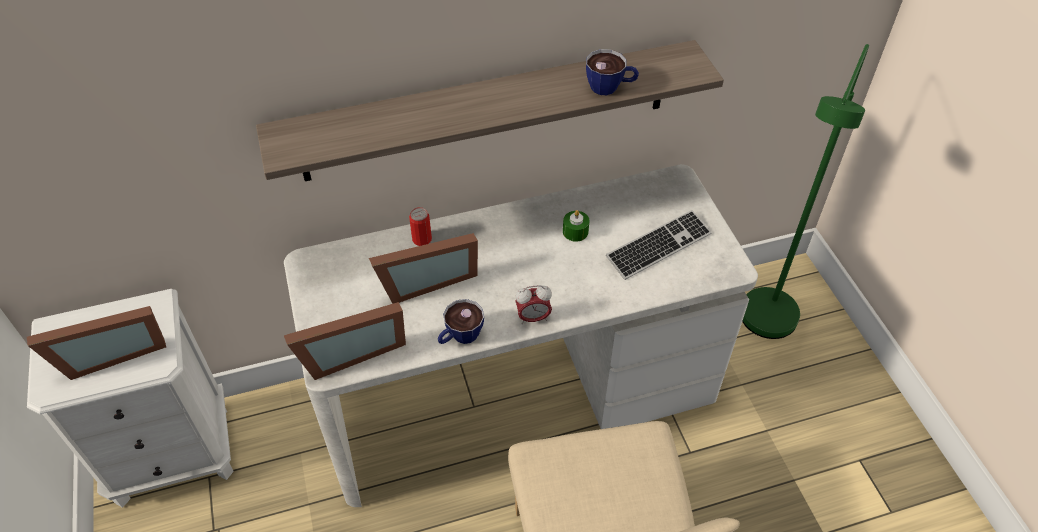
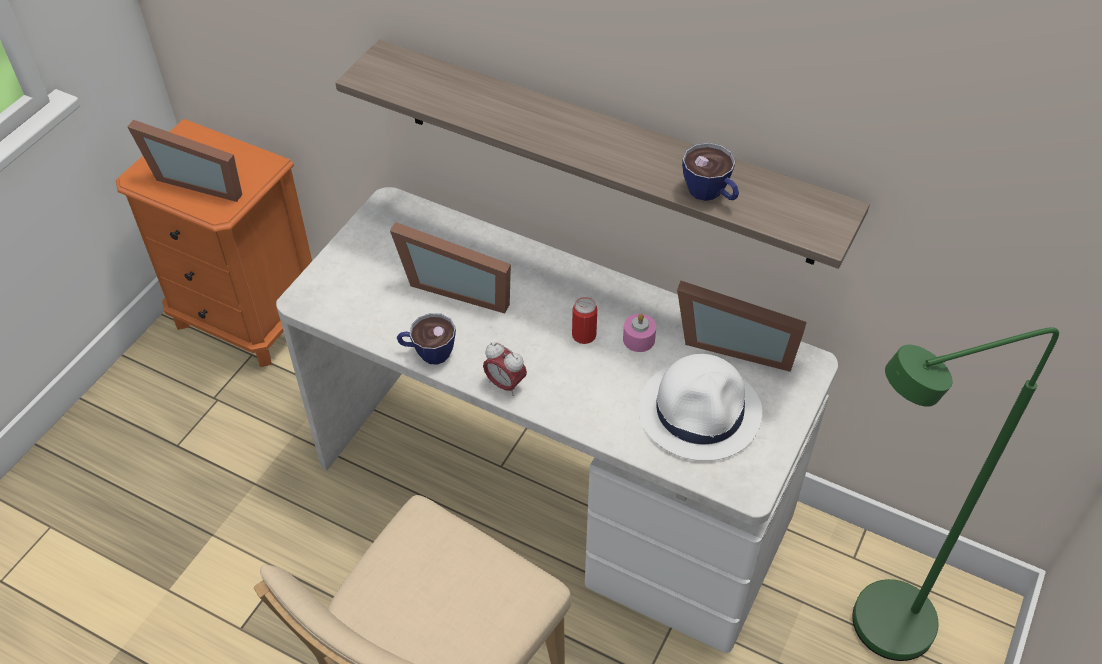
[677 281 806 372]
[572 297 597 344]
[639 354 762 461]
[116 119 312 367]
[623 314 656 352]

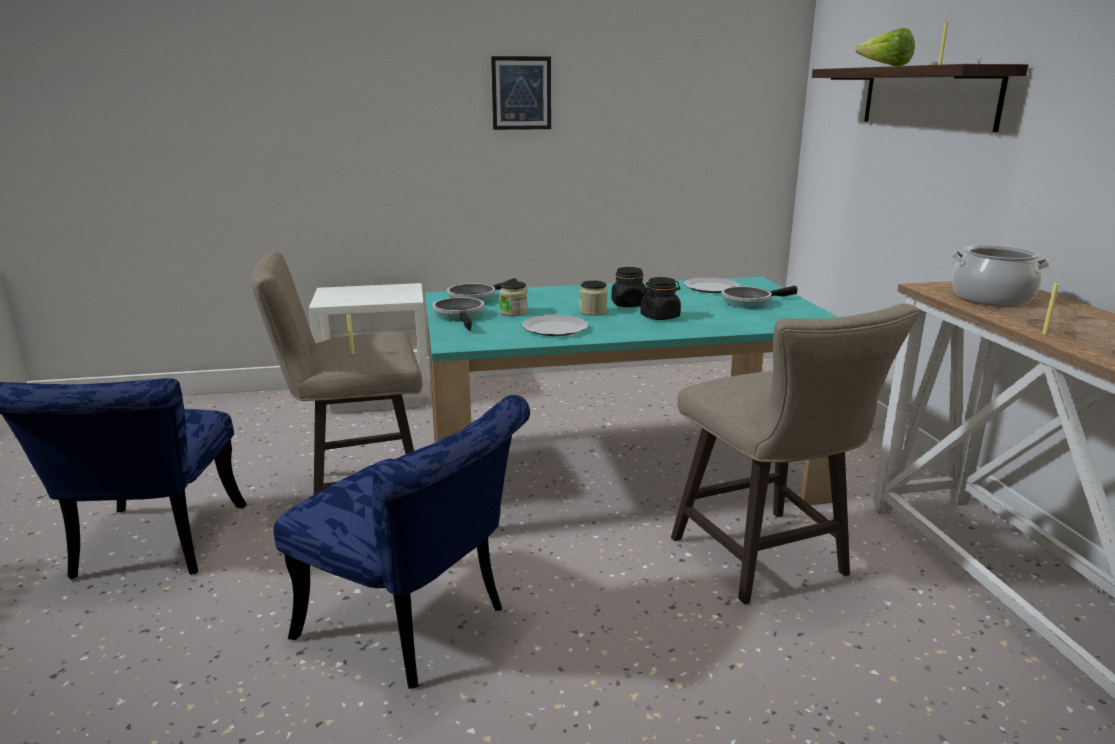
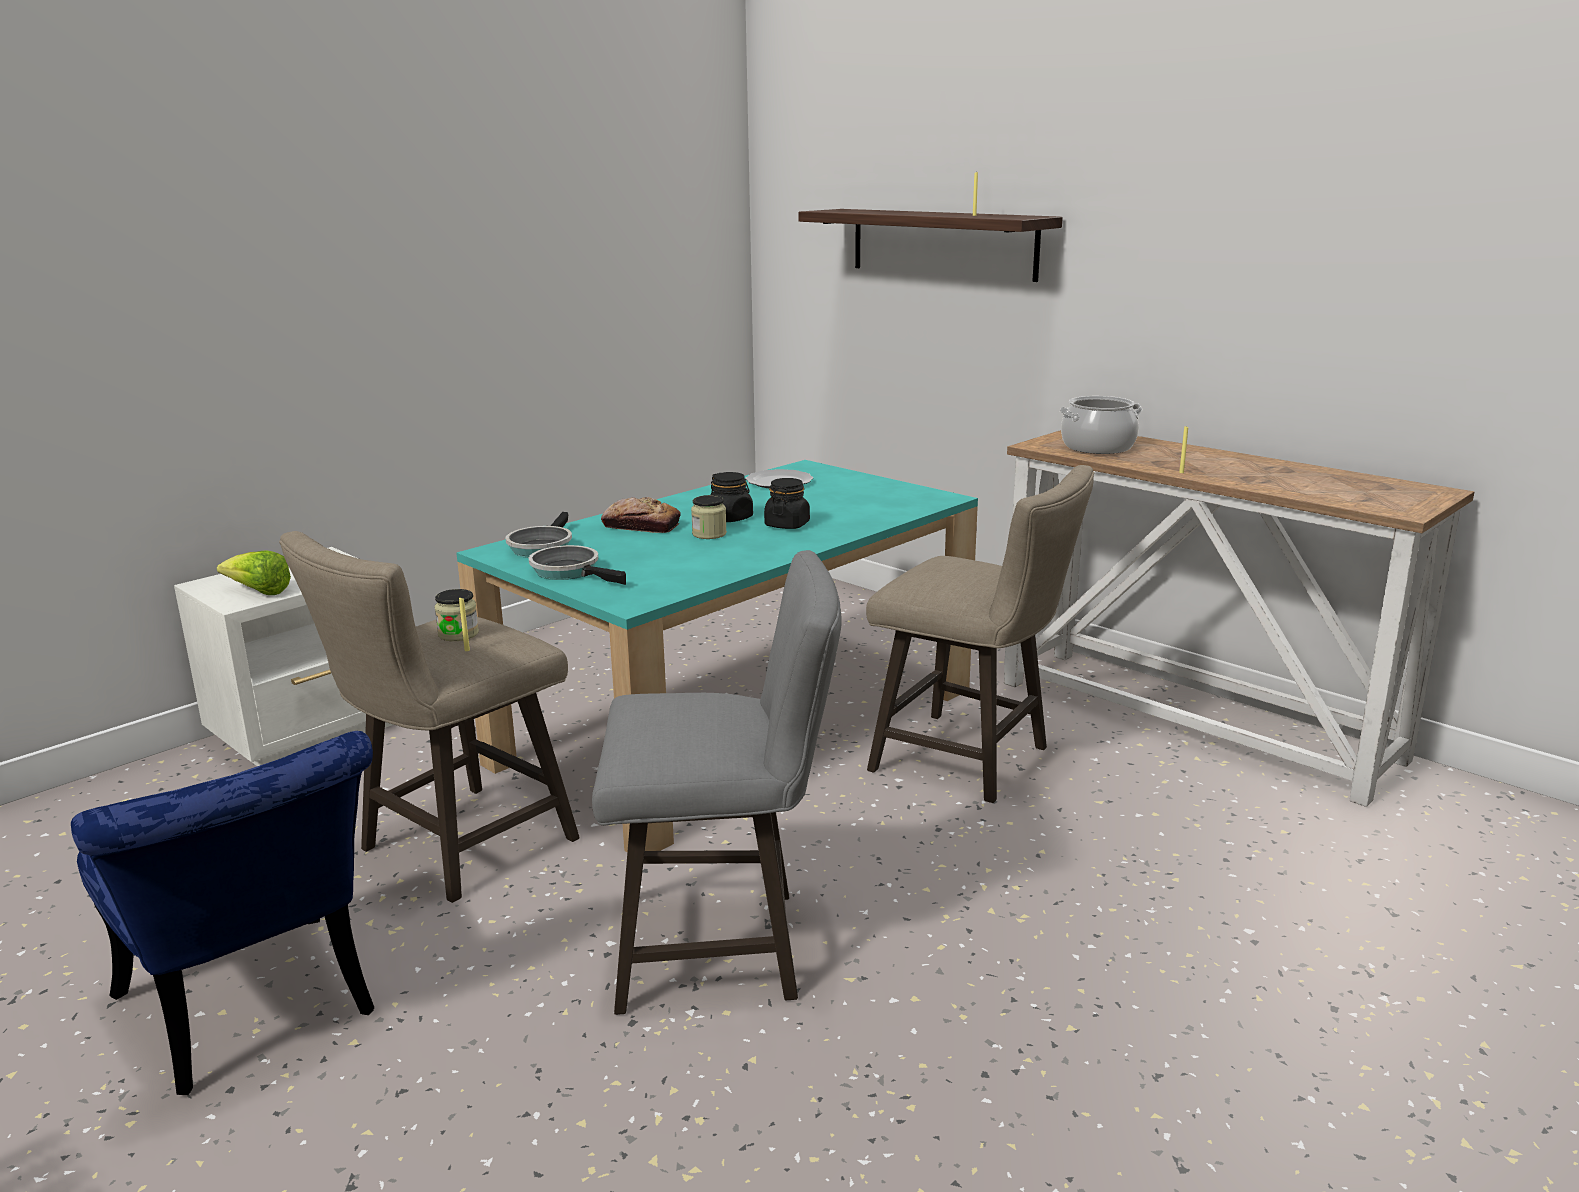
[491 56 551 130] (first image)
[521 315 589 336] (first image)
[721 286 798 309] (first image)
[601 497 681 533]
[434 589 479 641]
[217 550 291 595]
[592 550 842 1015]

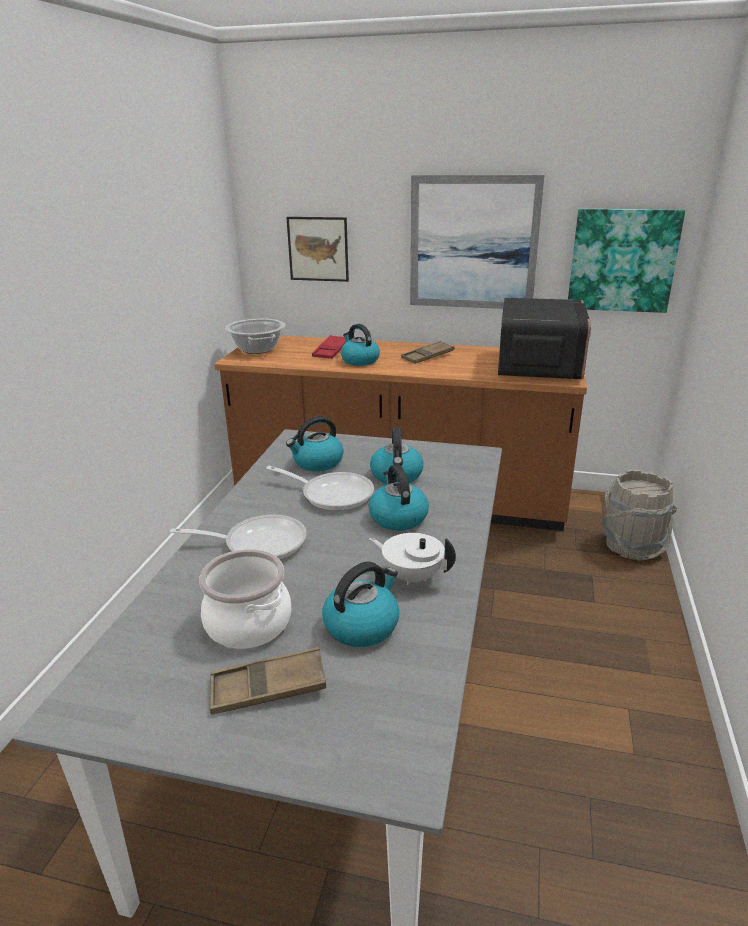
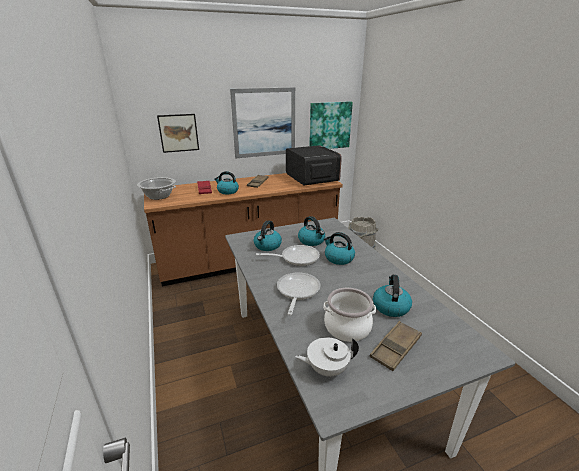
[295 337 359 377]
[277 272 320 315]

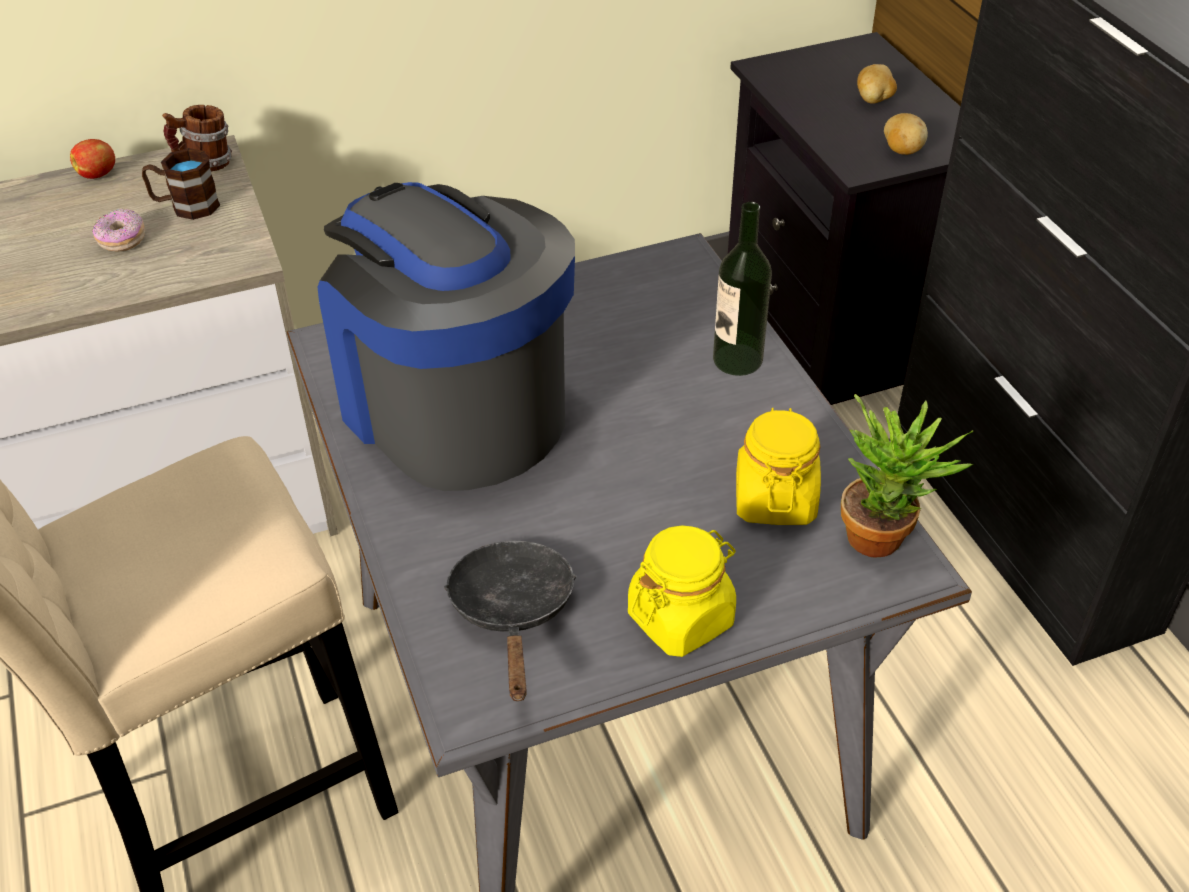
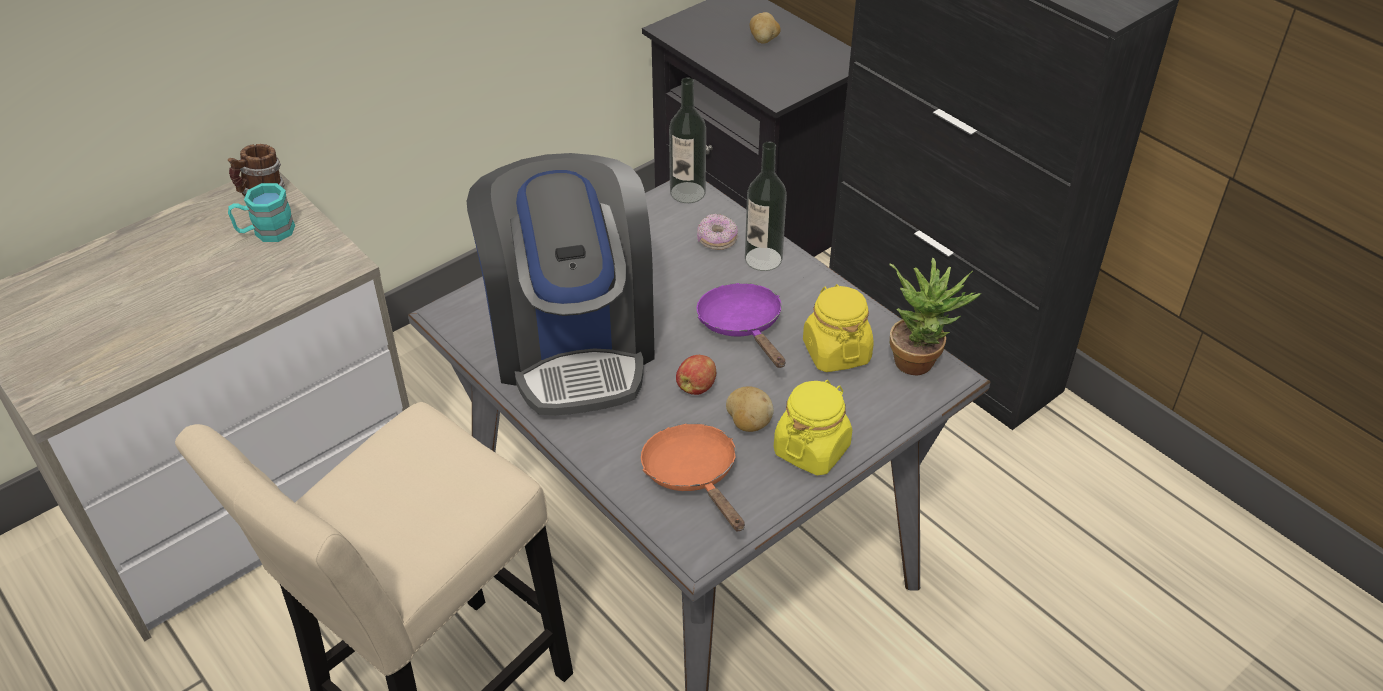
[669 78 706 203]
[696 283 785 368]
[676 355 716 395]
[697 214 738 250]
[726 386 774 432]
[228 183 295 242]
[641 423 745 532]
[467 153 655 415]

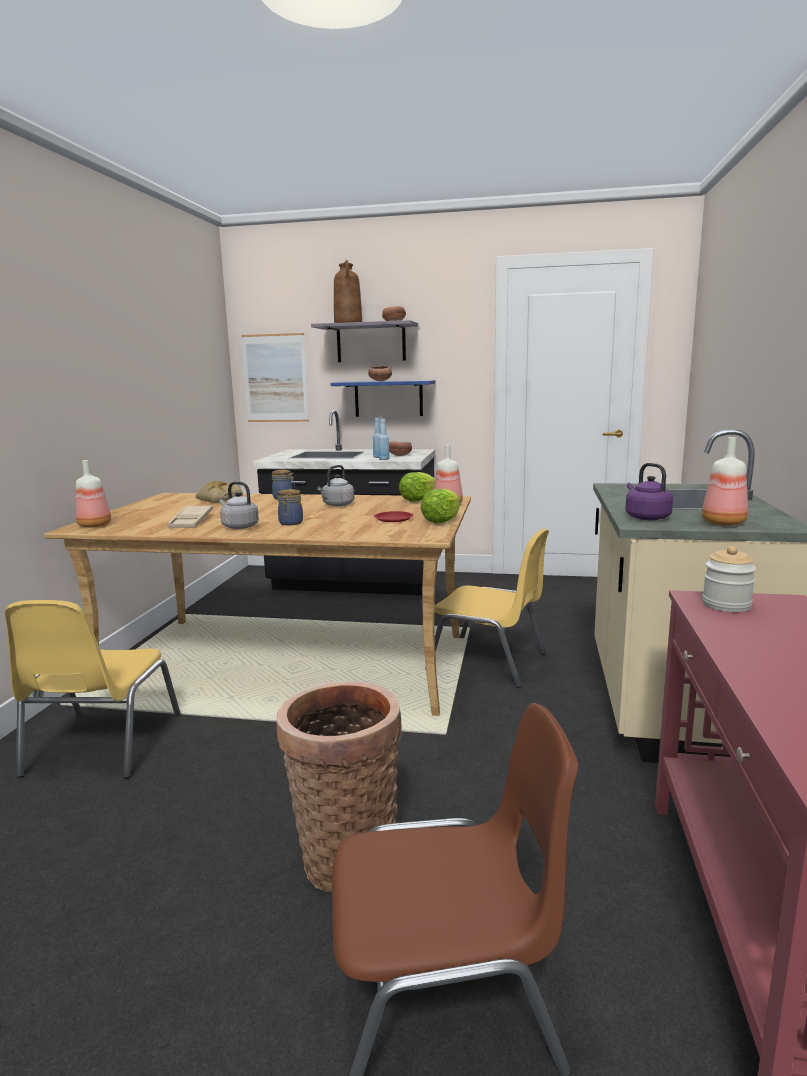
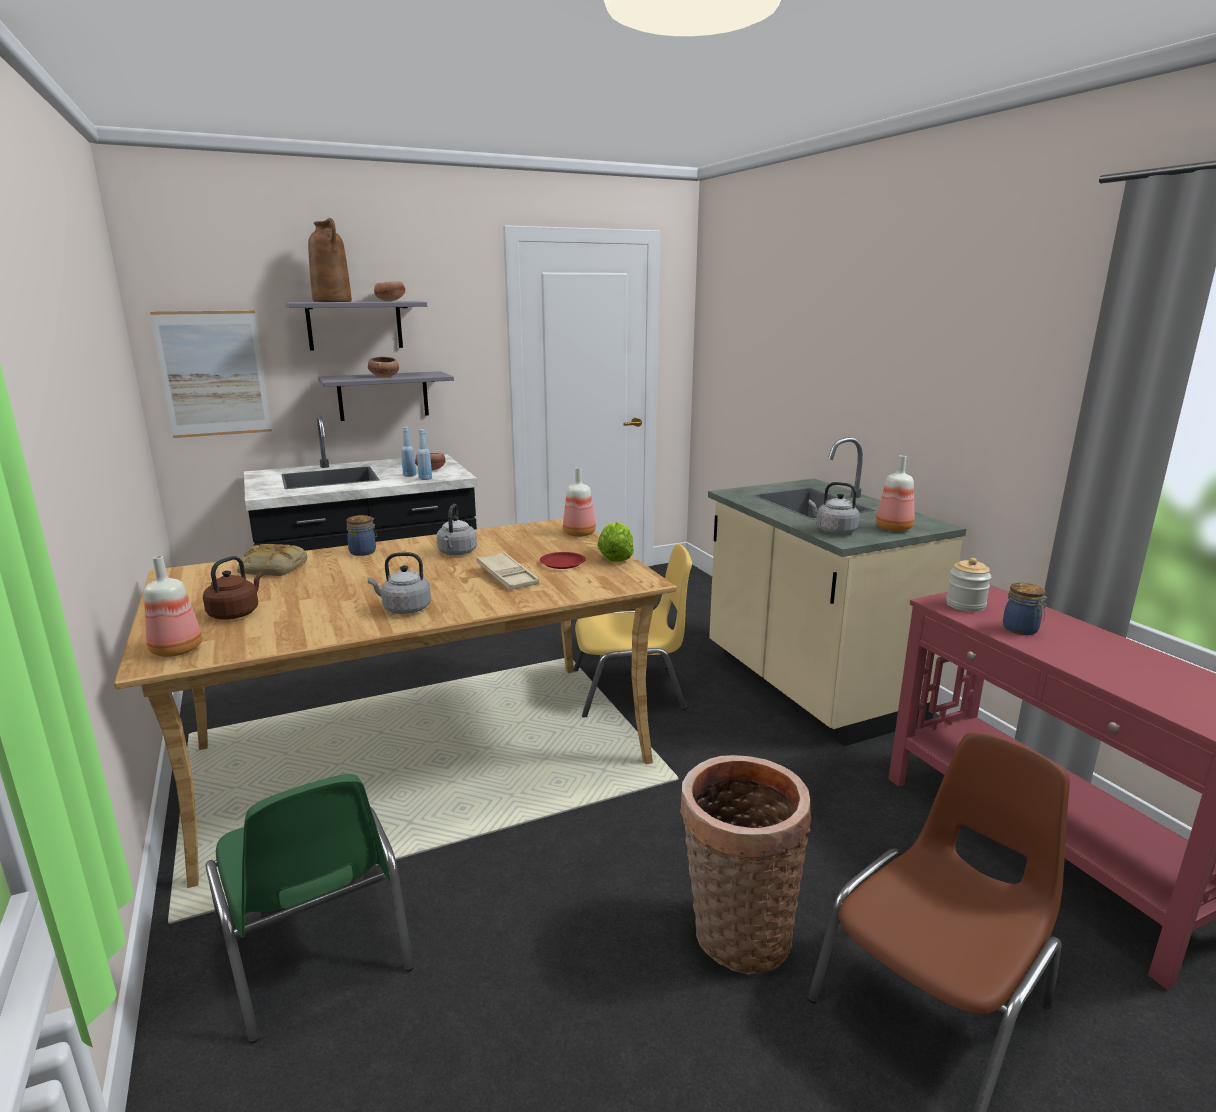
[399 472 435 502] (first image)
[203 556 263 620]
[477 552 539 590]
[1003 583 1047 635]
[205 774 414 1043]
[318 371 454 421]
[809 482 860 535]

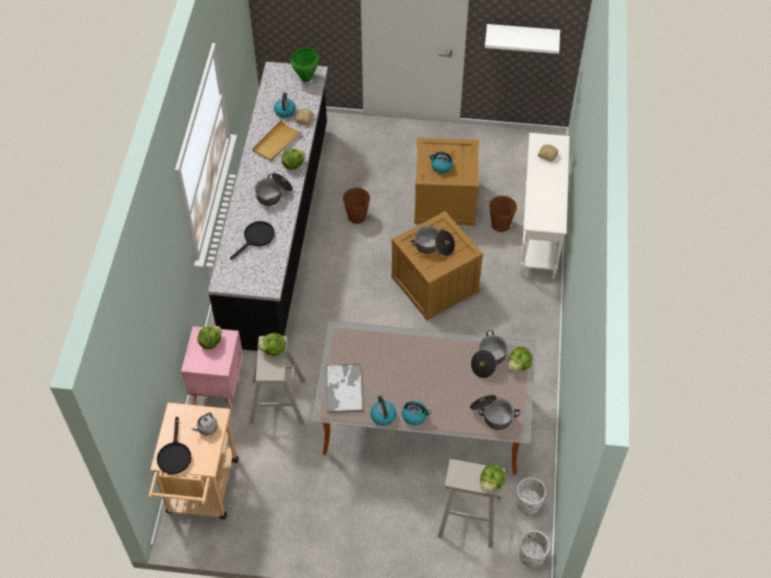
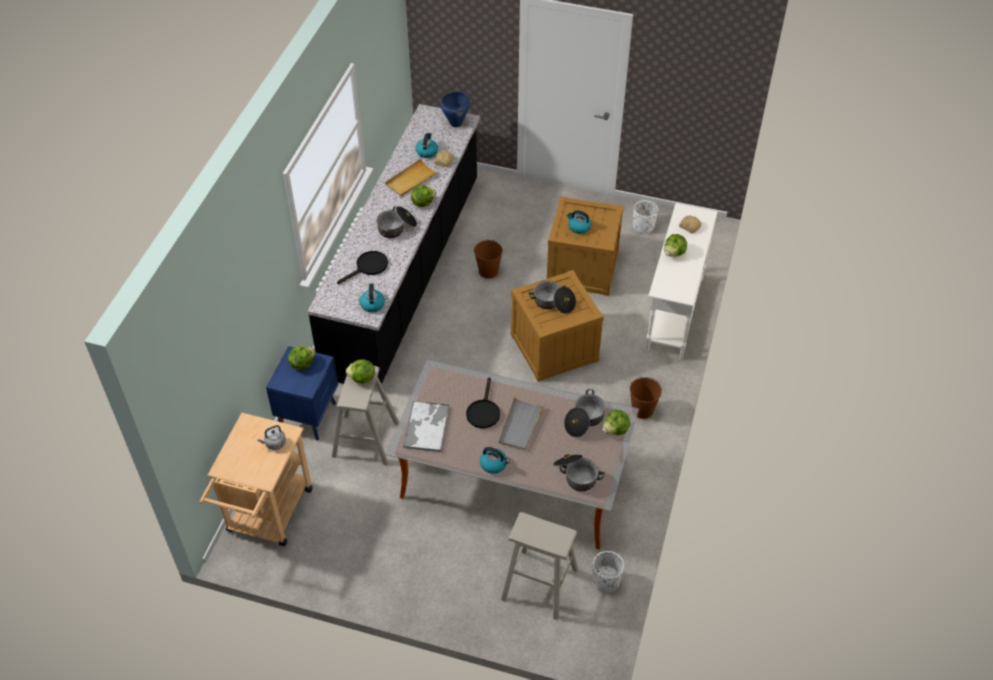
[485 24 560 54] (first image)
[499 396 545 451]
[466 377 500 428]
[359 283 385 312]
[664 234 687 257]
[630 377 662 419]
[633 200 658 234]
[266 346 338 440]
[441 91 470 127]

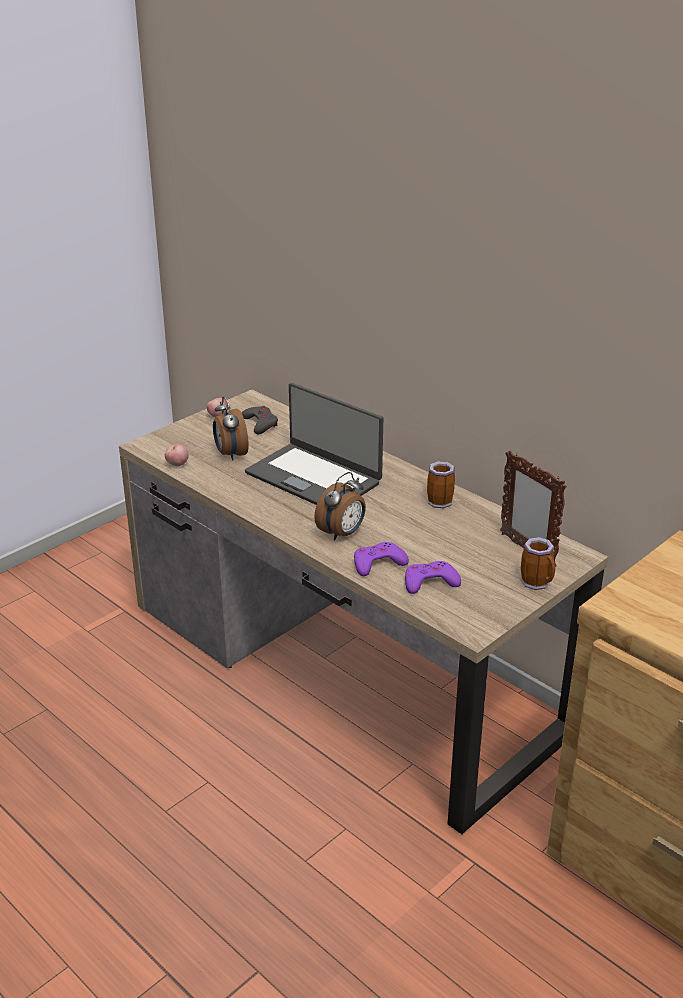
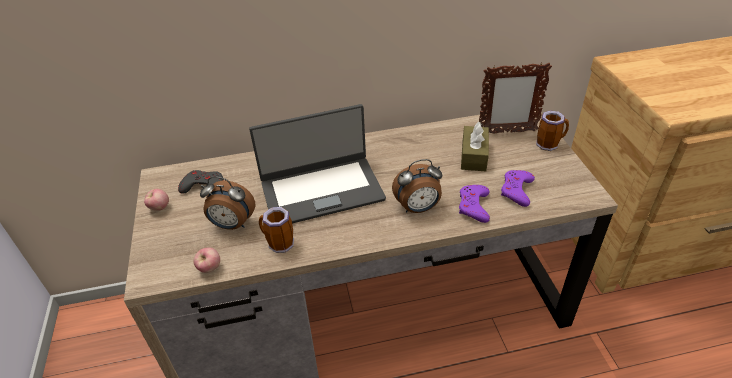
[461 121 489 171]
[259 207 294 253]
[392 159 442 213]

